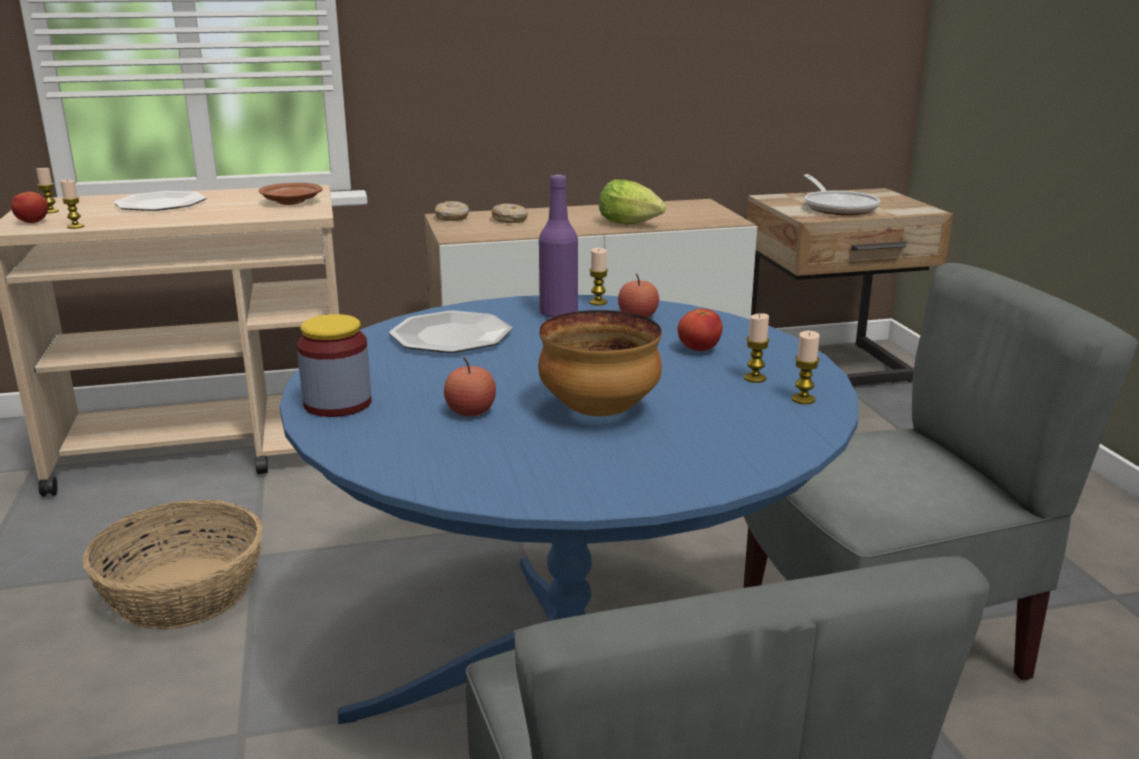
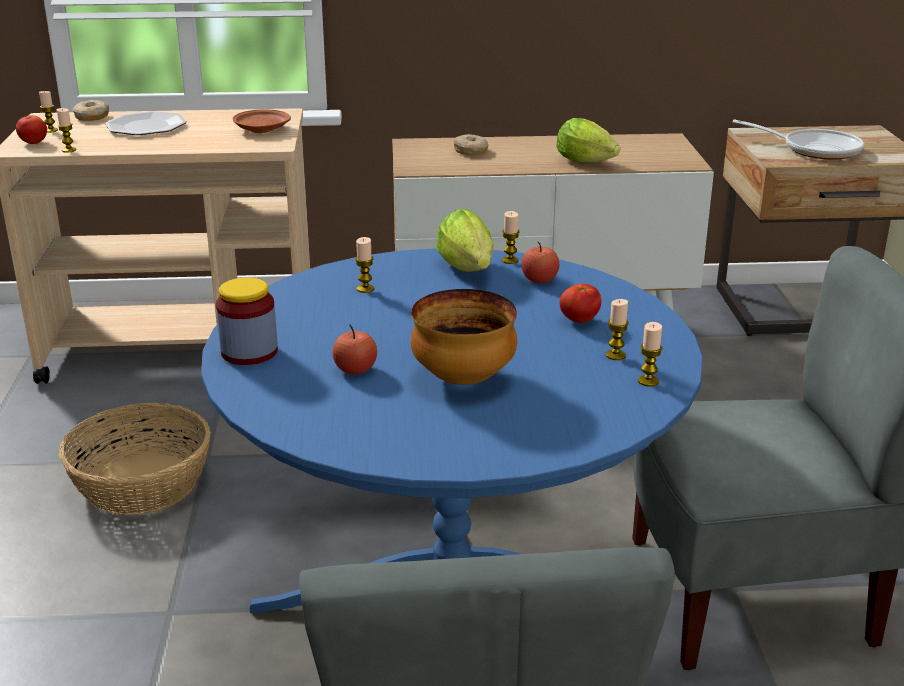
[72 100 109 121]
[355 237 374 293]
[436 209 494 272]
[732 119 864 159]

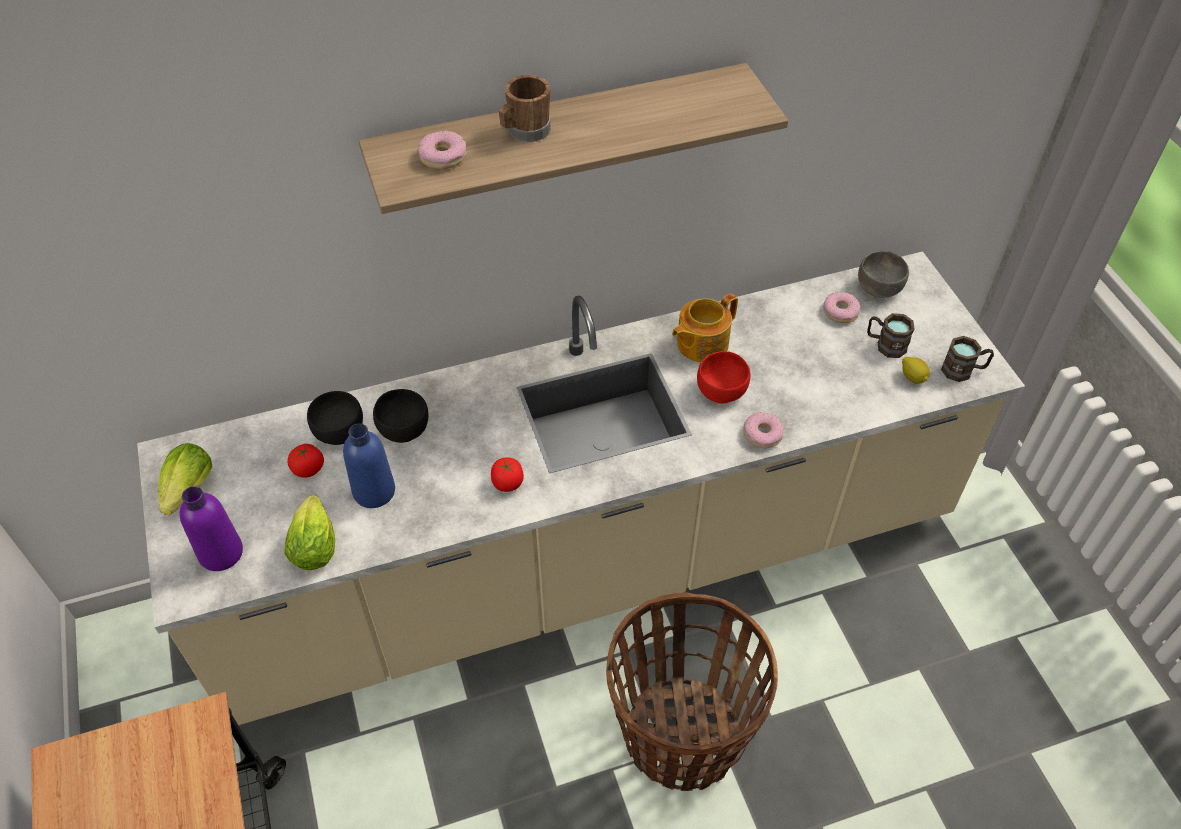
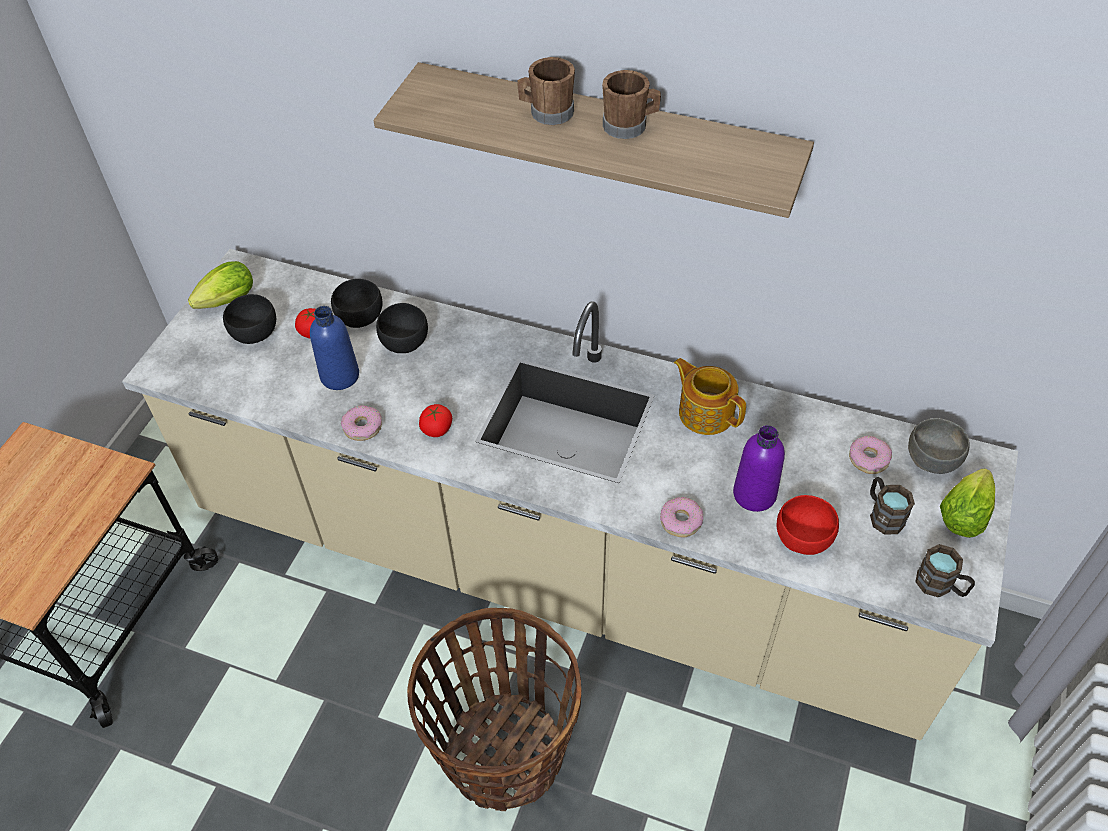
[902 357 930 384] (first image)
[223 294 276 344]
[602 70 661 139]
[733 425 785 512]
[940 469 995 538]
[341 405 382 441]
[777 495 839 555]
[674 358 746 435]

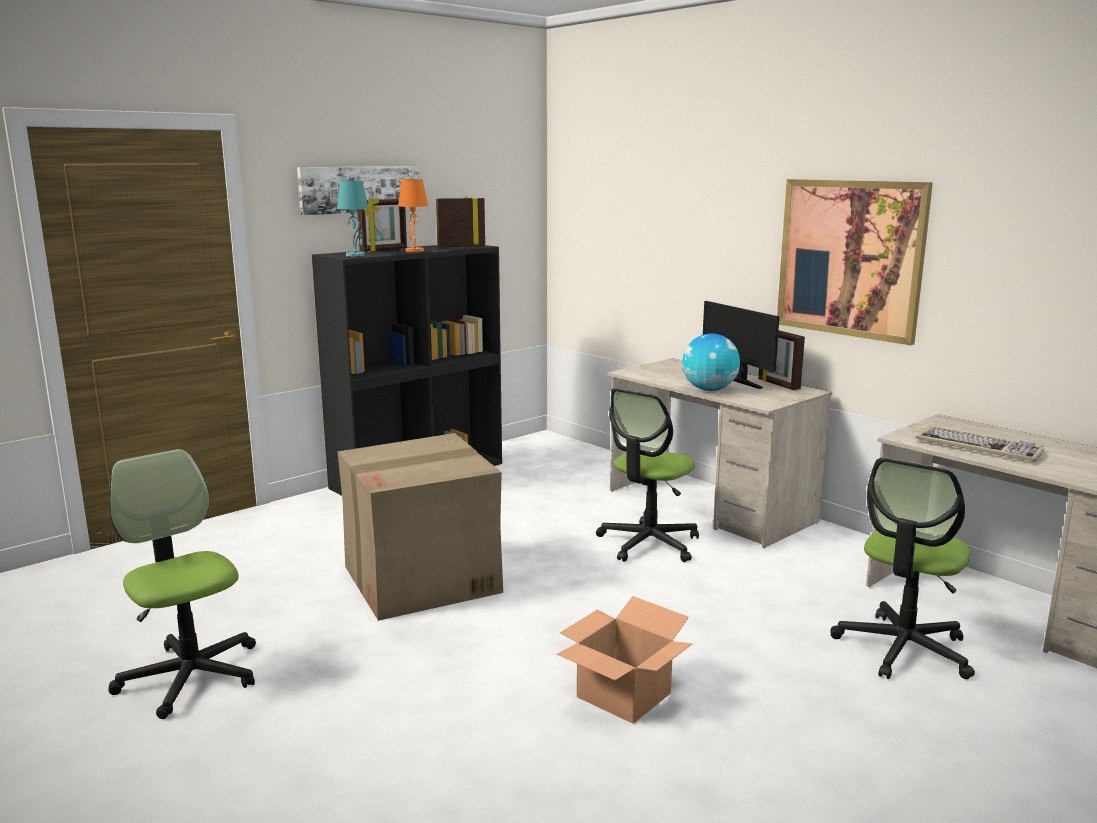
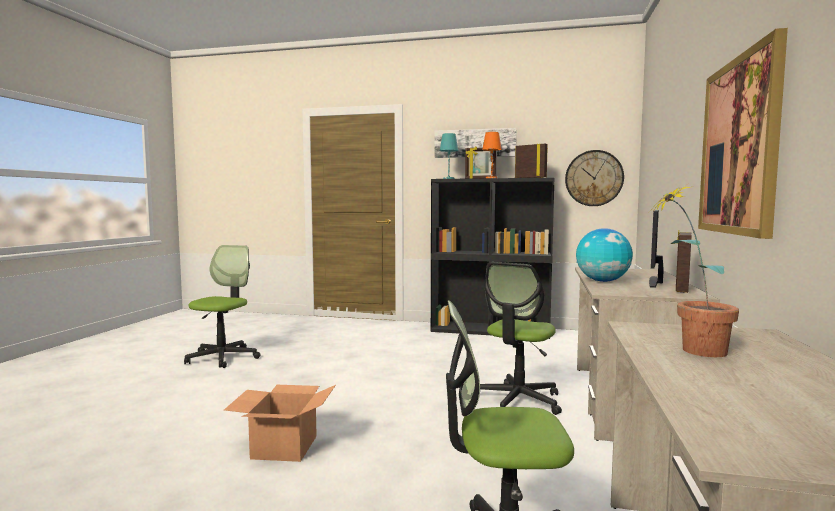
[338 433 503 621] (first image)
[565 150 624 206]
[649 183 739 357]
[480 262 562 415]

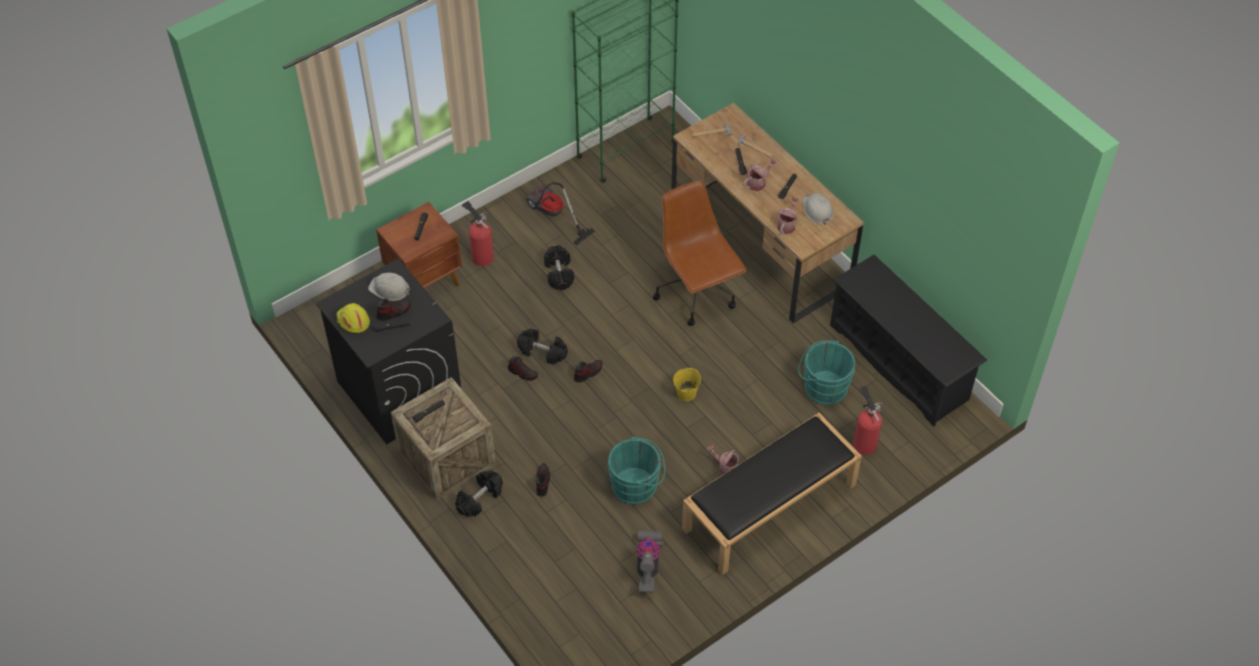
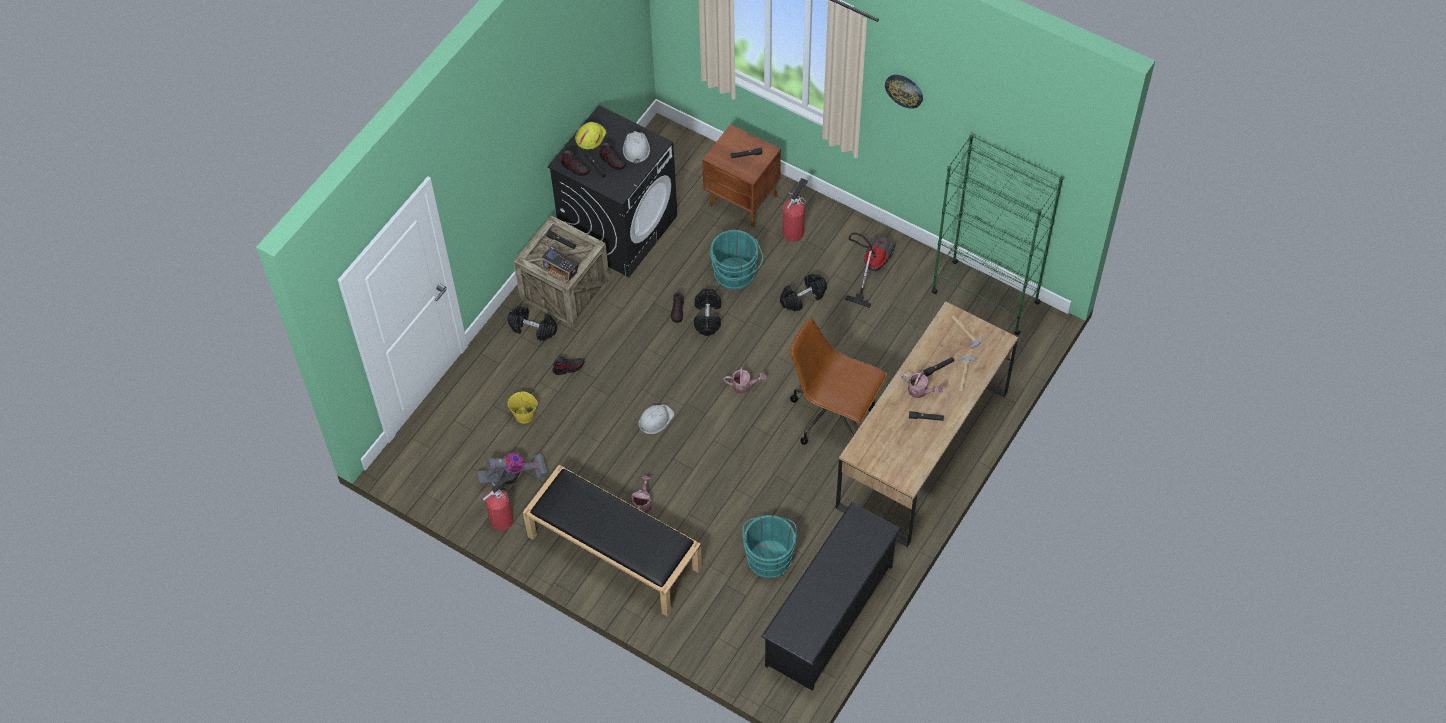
[541 240 579 283]
[885 75 923 109]
[561 151 590 176]
[710 230 763 290]
[508 391 538 423]
[724 367 766 394]
[639 404 674 434]
[483 471 516 531]
[789 318 887 445]

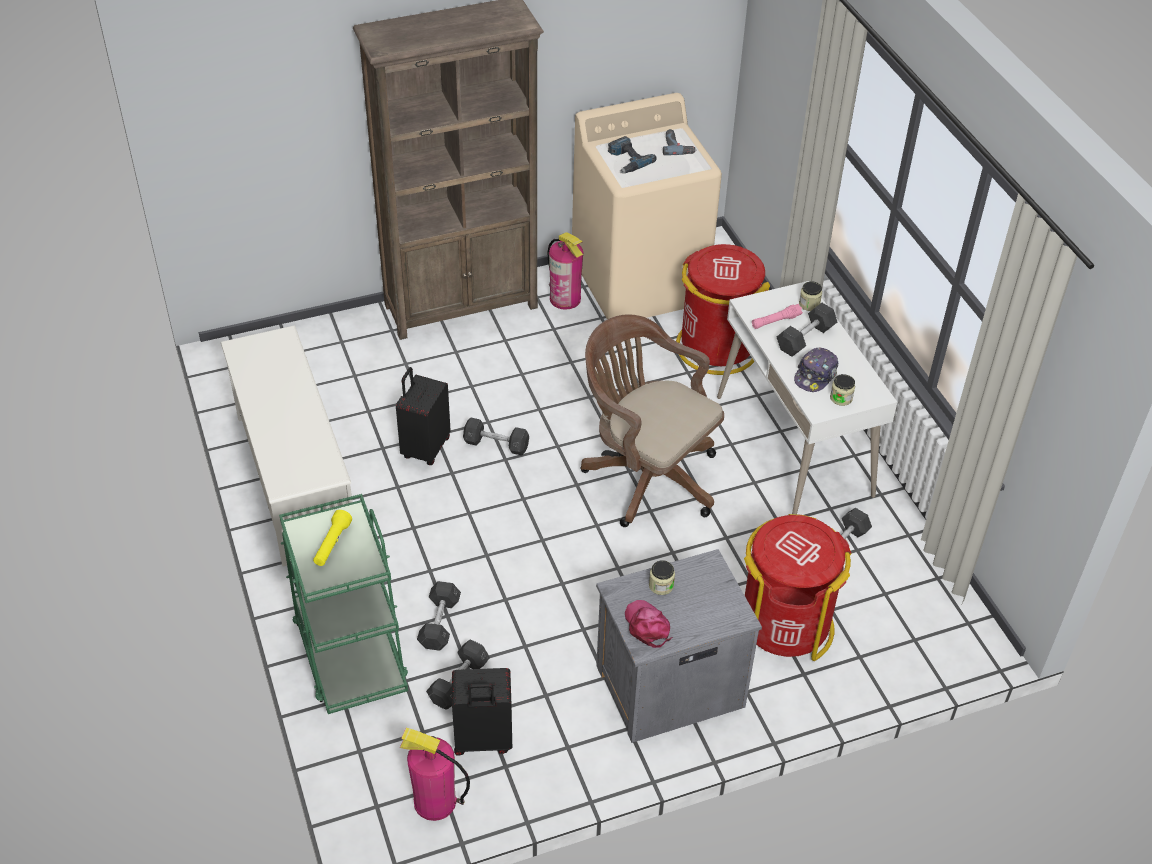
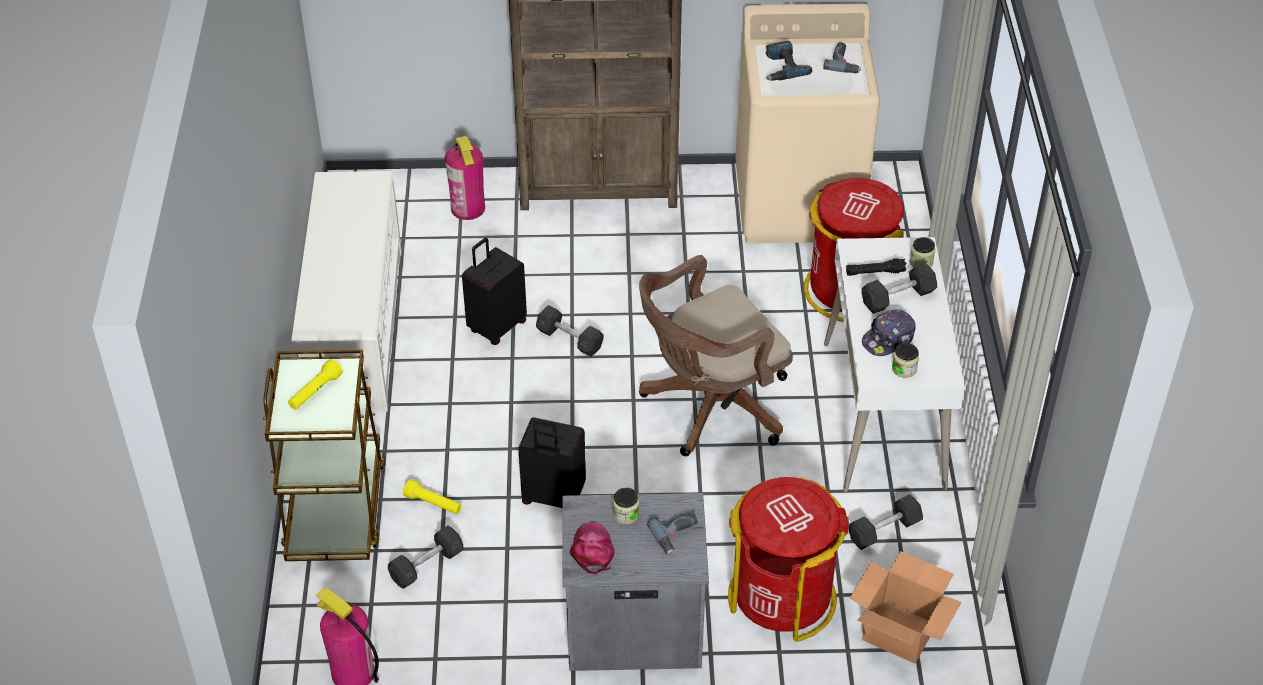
[647 513 698 555]
[850 551 962 663]
[518 418 586 509]
[445 136 485 220]
[403 479 462 514]
[263 350 386 561]
[846 258 907 276]
[639 255 793 456]

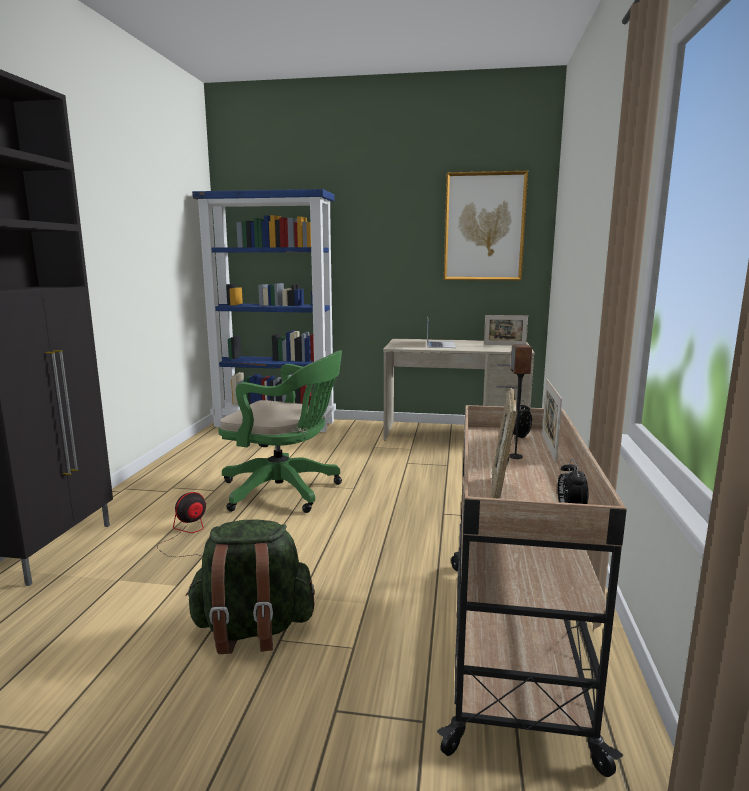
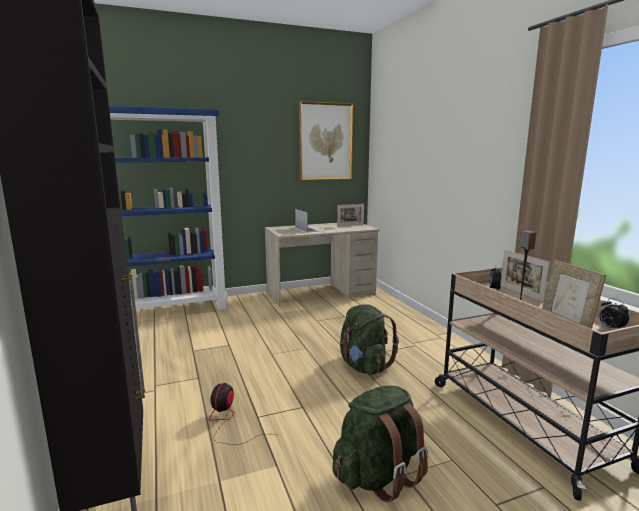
[218 351 342 513] (first image)
[340 304 399 375]

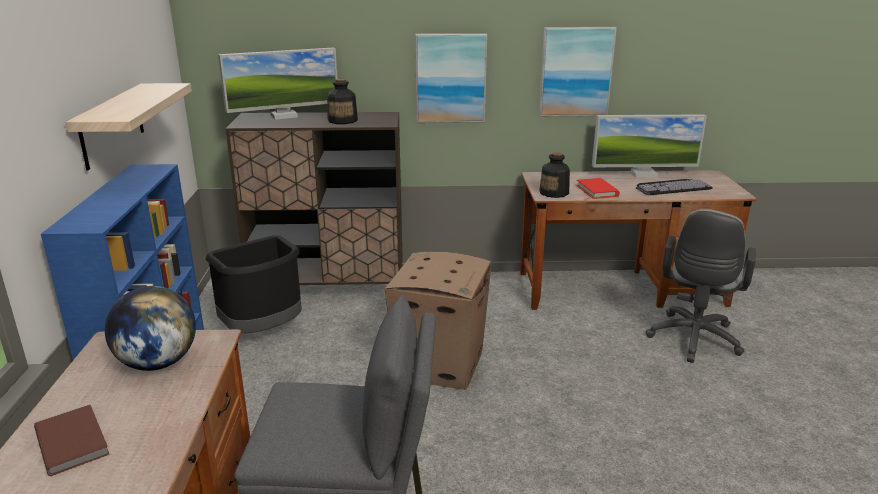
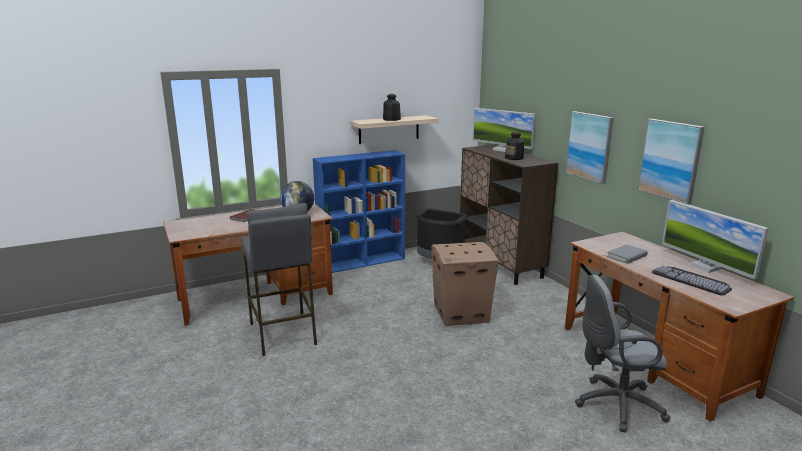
[383 94 401 121]
[607 244 648 264]

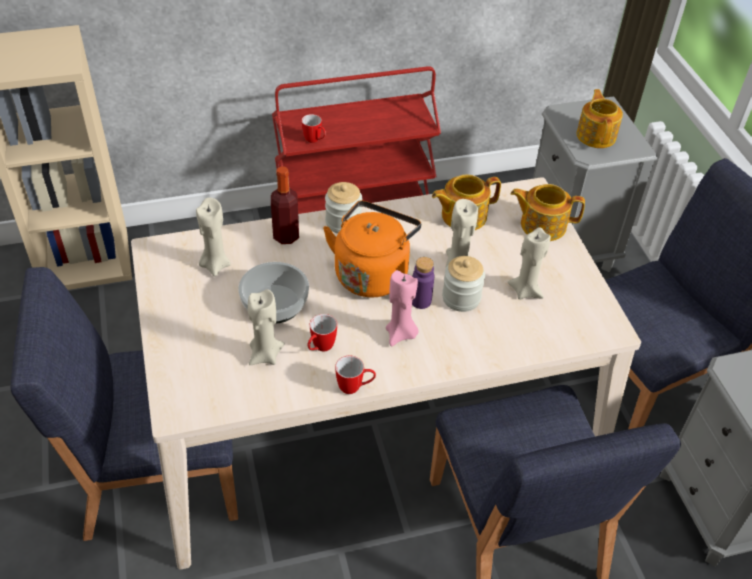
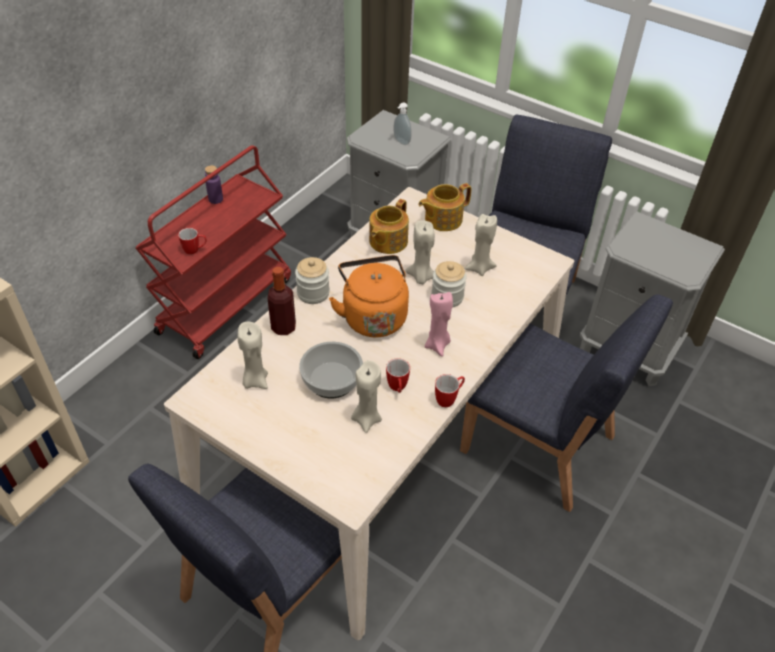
[205 165 223 204]
[393 103 412 145]

